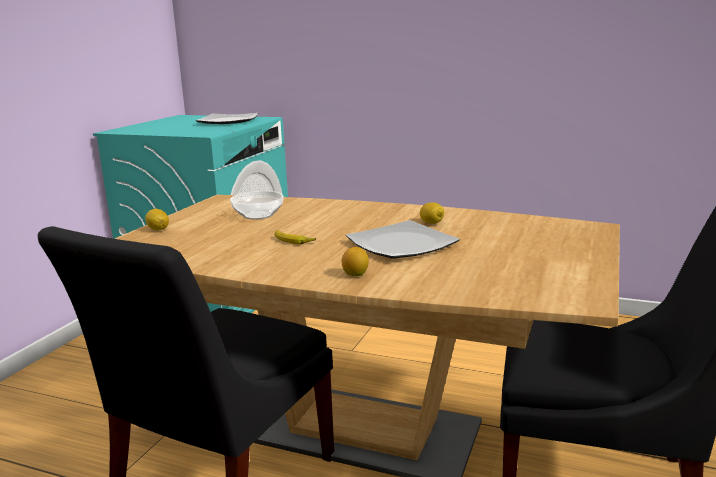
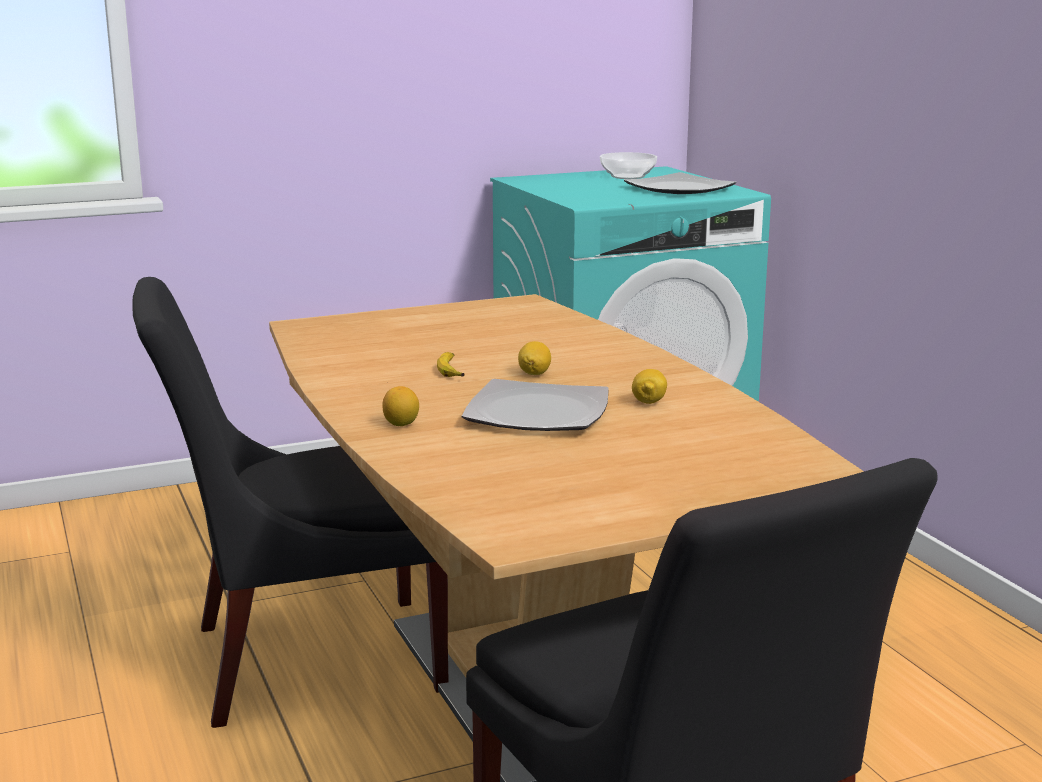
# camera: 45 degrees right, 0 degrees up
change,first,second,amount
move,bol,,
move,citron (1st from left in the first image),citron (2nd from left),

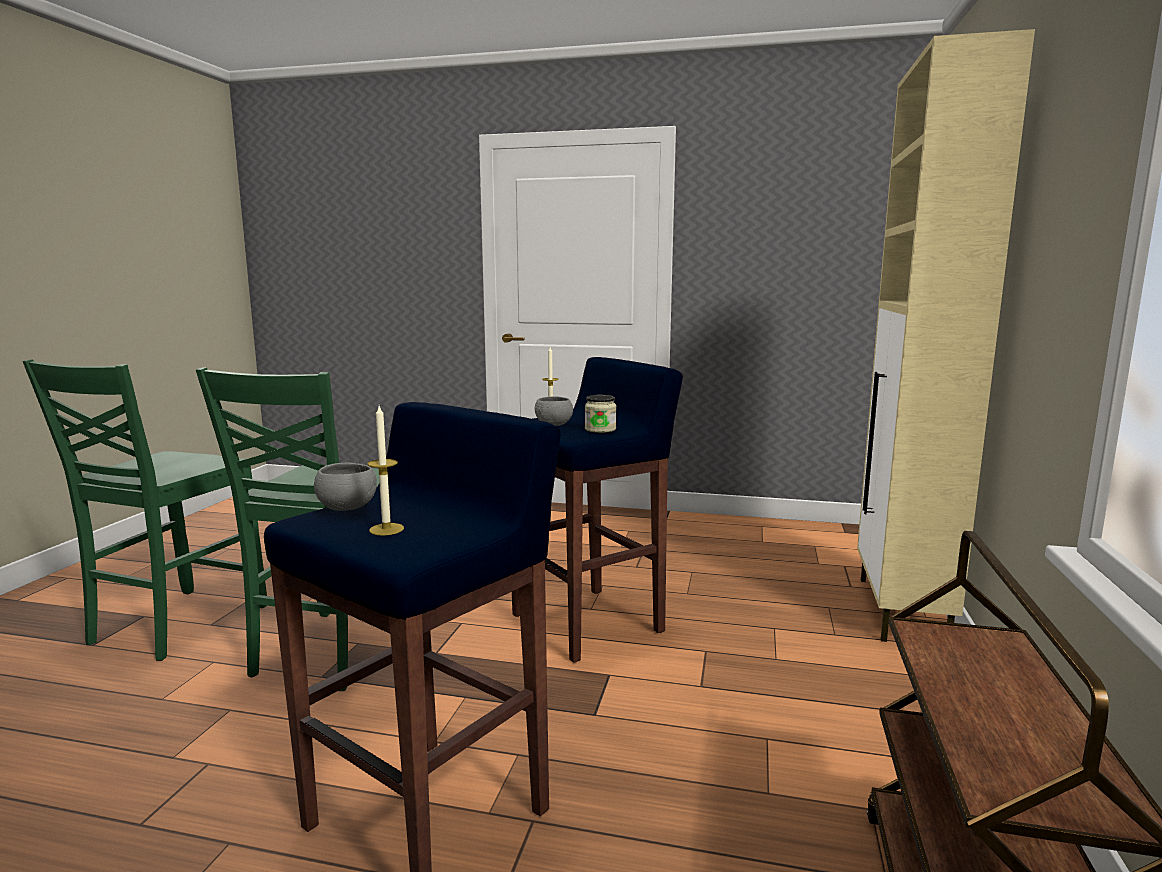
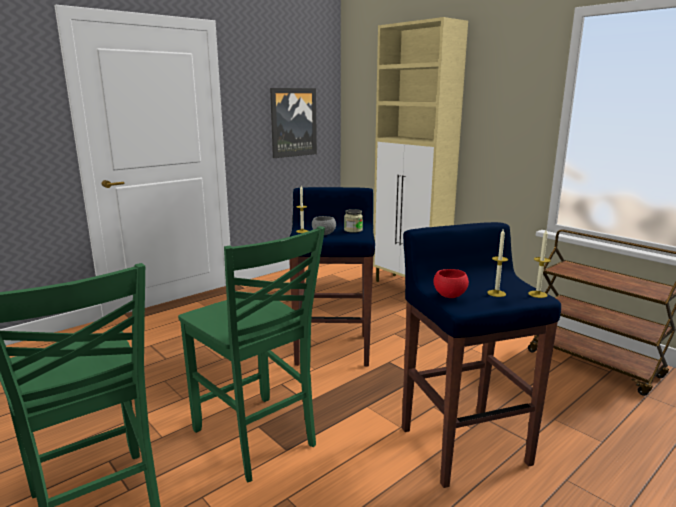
# camera: 55 degrees left, 5 degrees up
change,first,second,amount
recolor,bol [gris] (1st from left),bol [rouge],
insert,,tableau,
insert,,bougie (3rd from left),

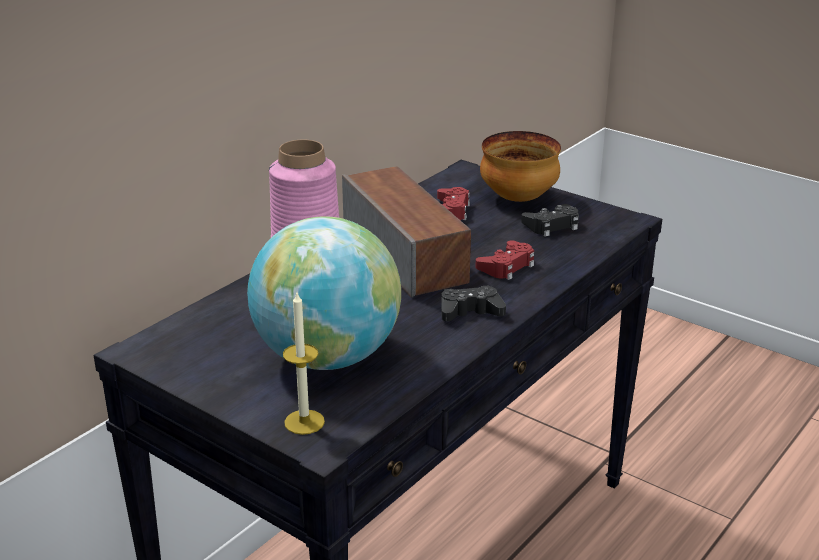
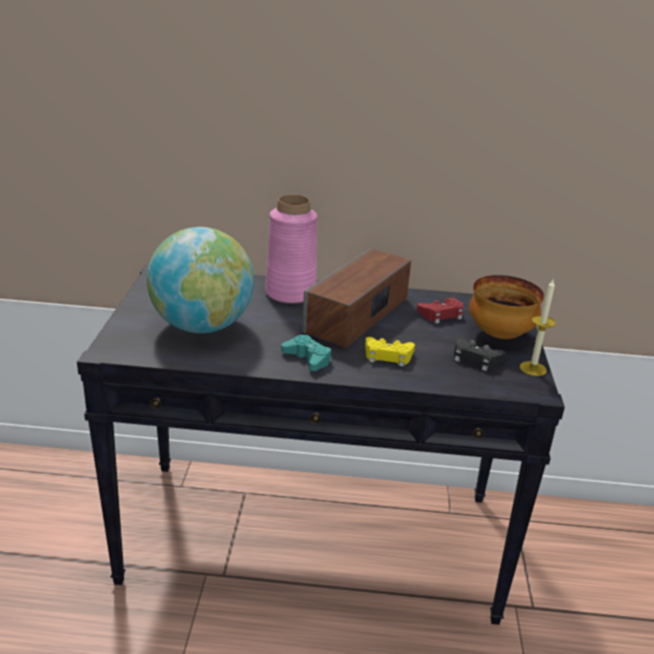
# camera: 55 degrees right, 0 degrees up
change,first,second,amount
recolor,manette [rouge] (2nd from left),manette [jaune],
recolor,manette [noir] (1st from left),manette [turquoise],
move,bougie,,

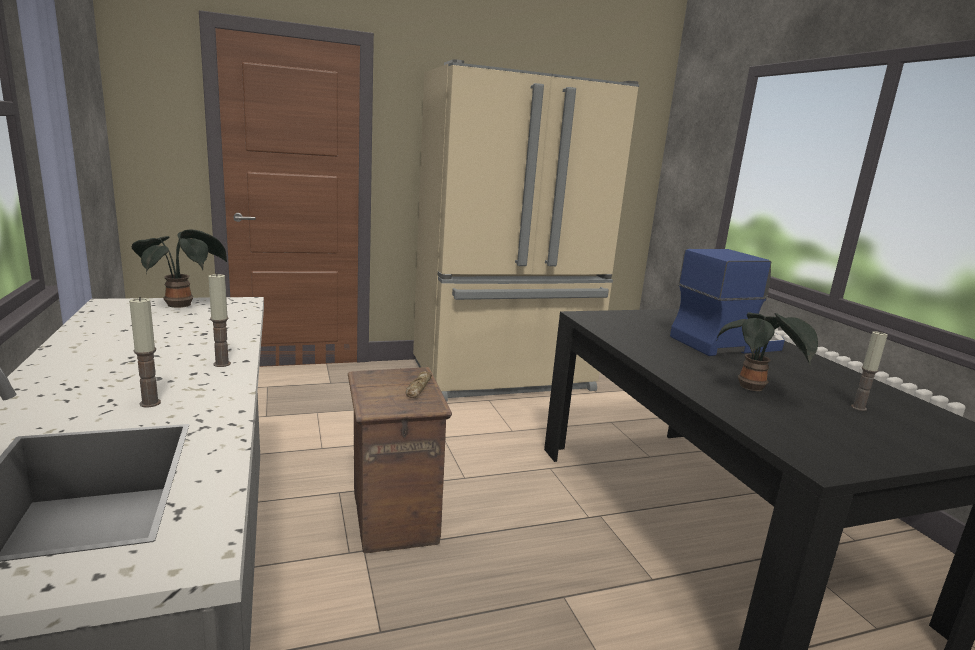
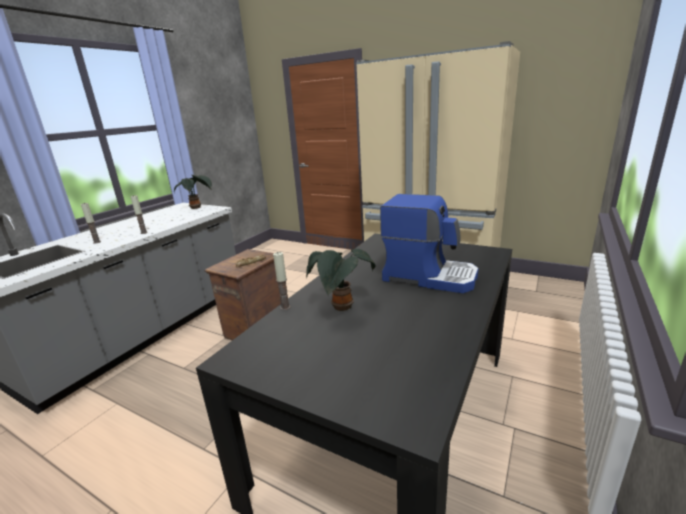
# camera: 50 degrees right, 5 degrees up
change,first,second,amount
move,bougie (3rd from left),,

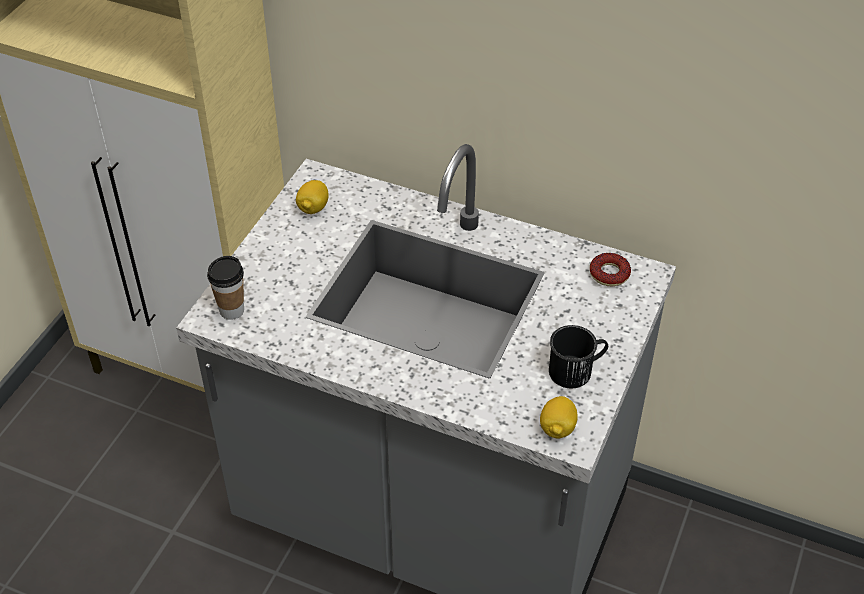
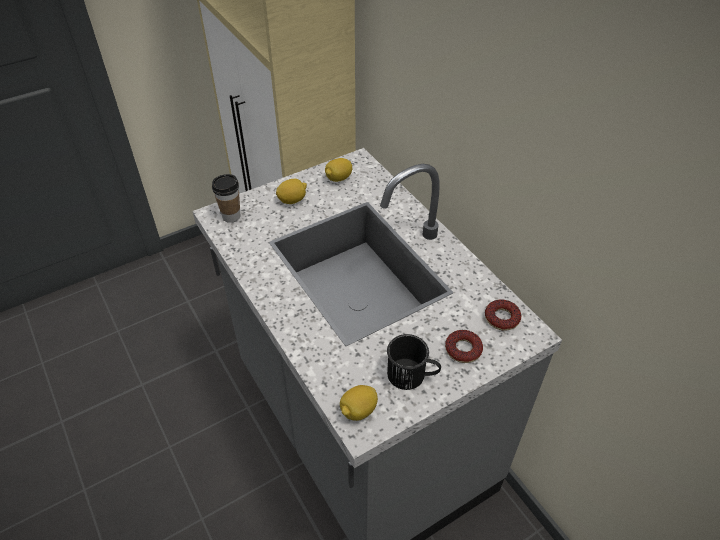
# camera: 35 degrees right, 0 degrees up
change,first,second,amount
insert,,citron (1st from left),
insert,,beignet (1st from left),

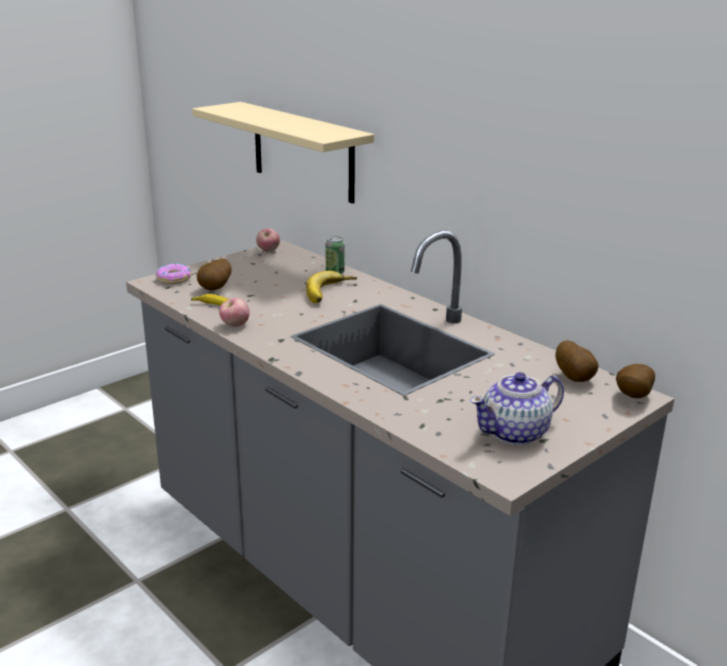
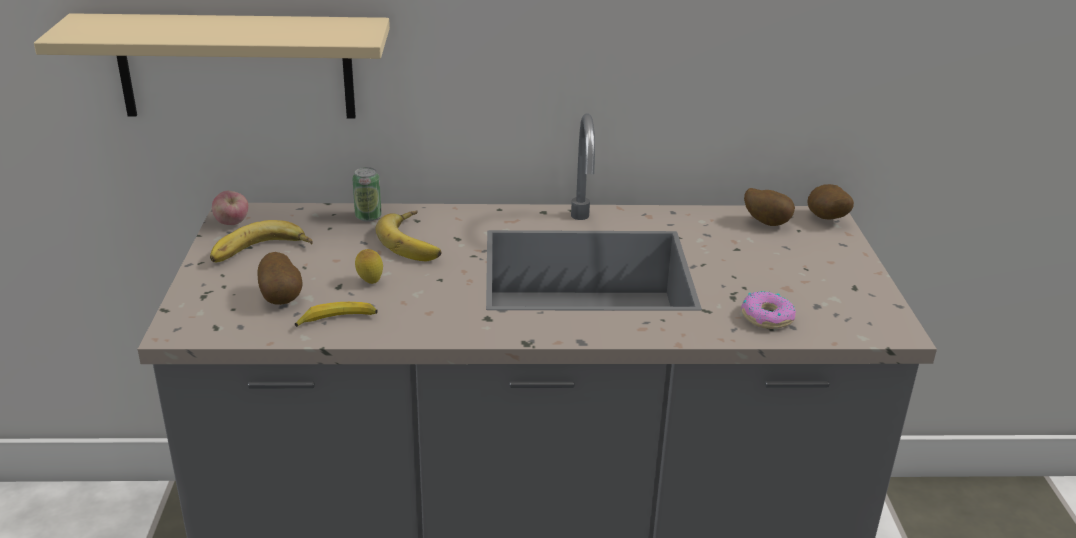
# camera: 50 degrees left, 5 degrees up
change,first,second,amount
move,beignet,,
delete,pomme (1st from left),,
delete,théière,,
insert,,banane (1st from left),
insert,,citron,

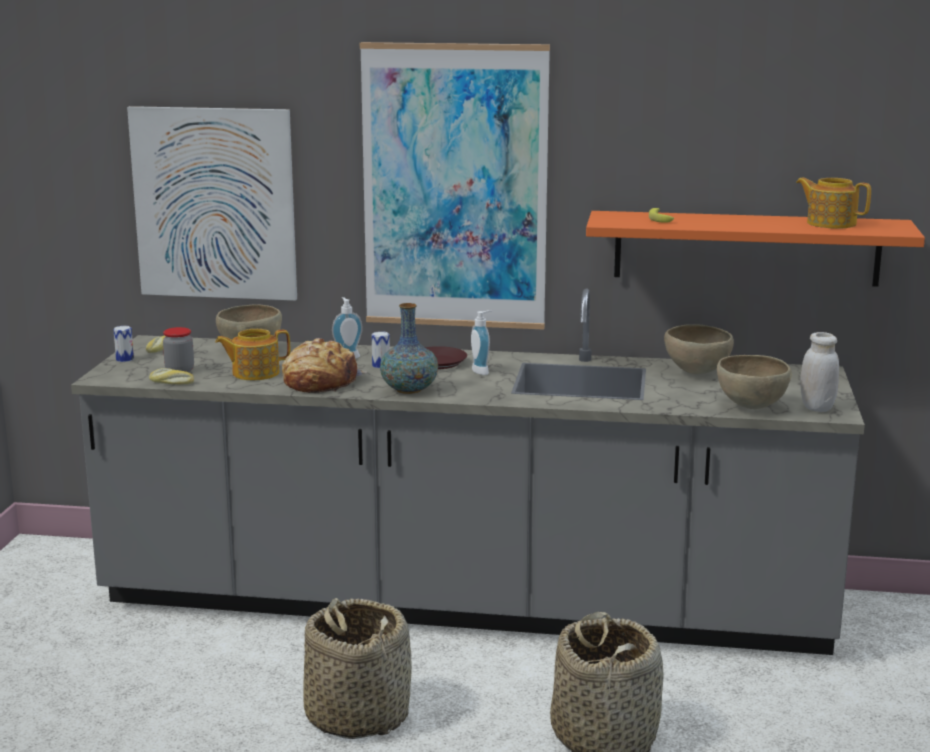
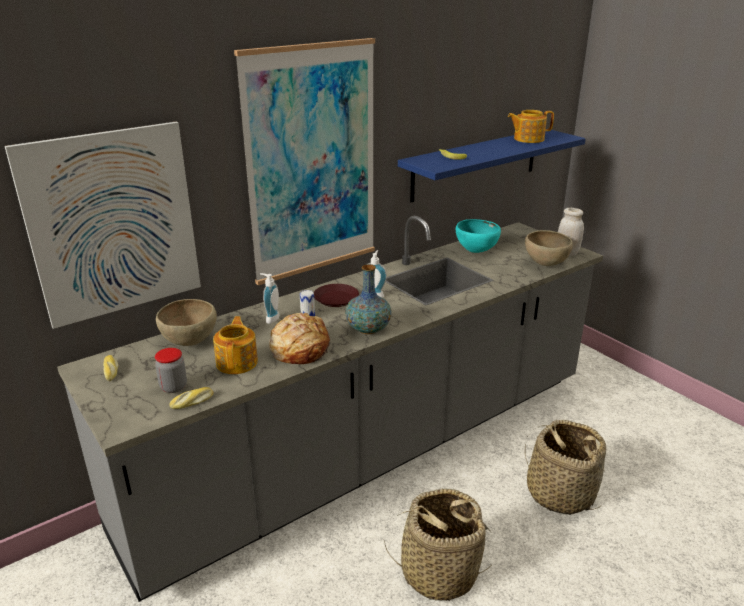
# camera: 45 degrees left, 10 degrees up
change,first,second,amount
recolor,étagère [orange],étagère [bleu],
recolor,bol [marron] (2nd from left),bol [turquoise],
delete,boîte métallique (1st from left),,
rotate,théière (1st from left),,150 degrees clockwise

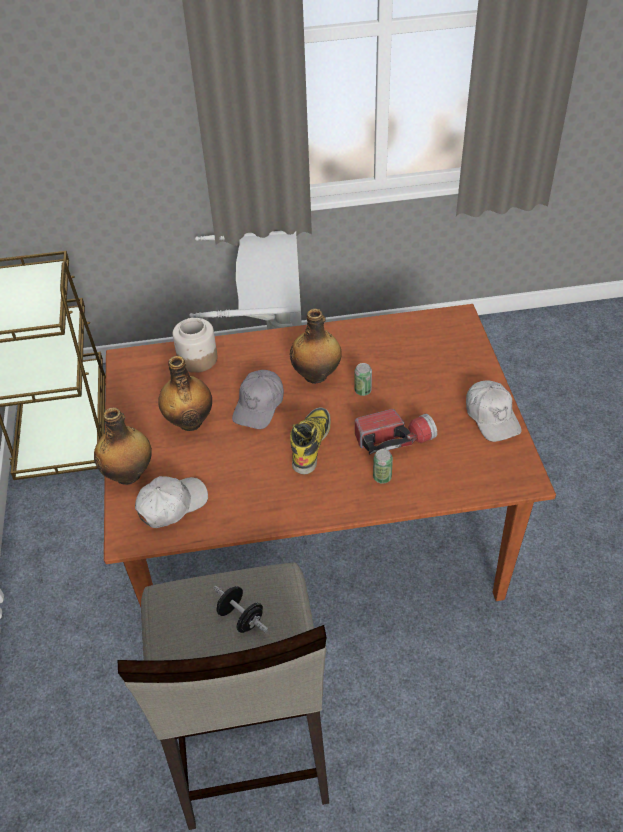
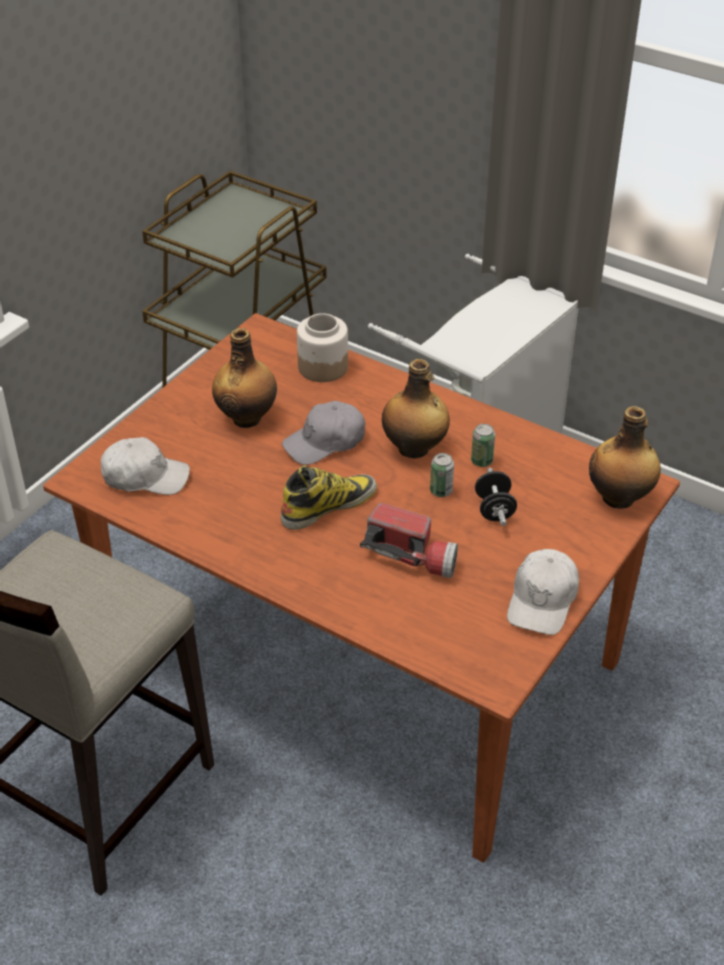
# camera: 40 degrees right, 5 degrees down
change,first,second,amount
move,bouteille (1st from left in the first image),bouteille (3rd from left),
move,boîte métallique (2nd from left),,
move,haltère [noir],,

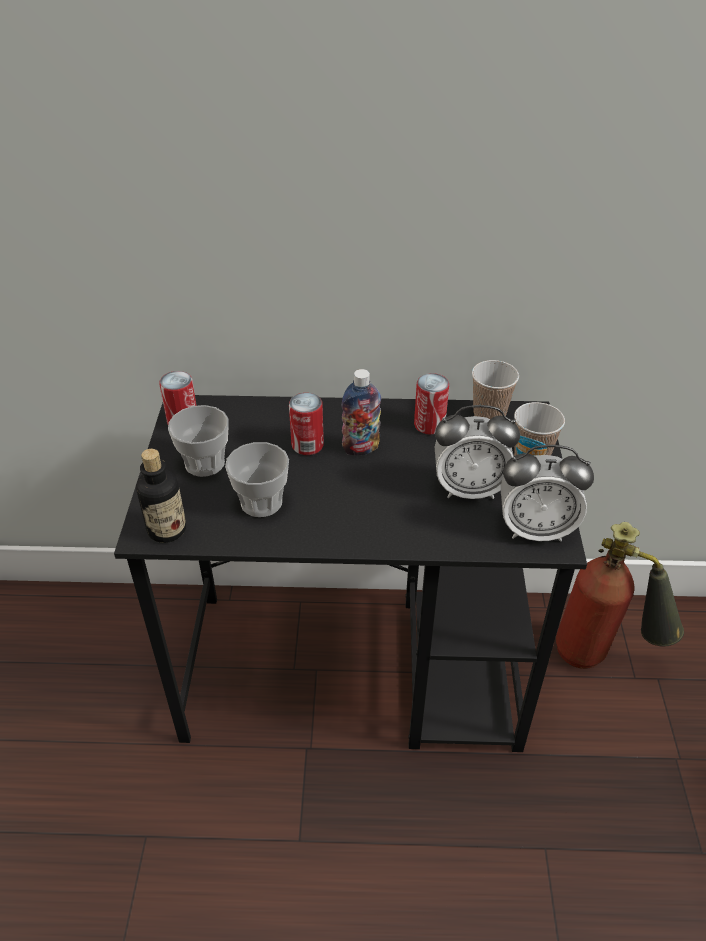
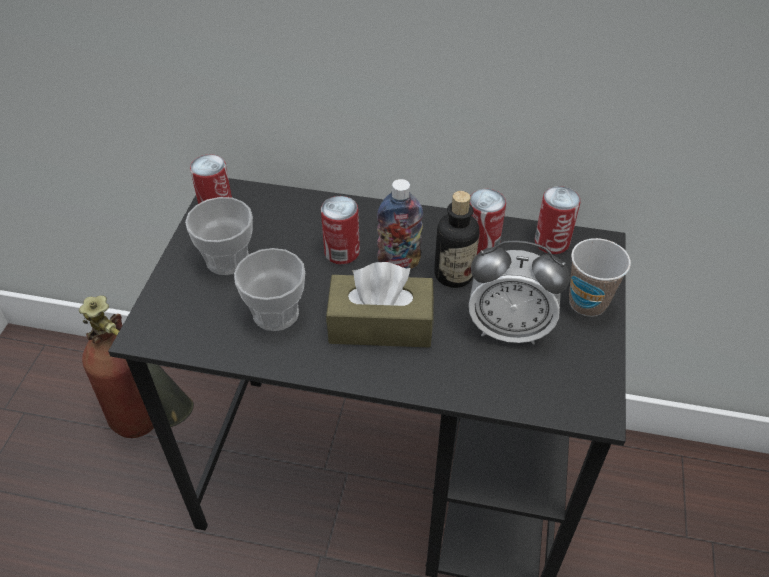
# camera: 10 degrees right, 5 degrees up
change,first,second,amount
replace,tasse (3rd from left),boîte métallique (4th from left),
delete,réveil (2nd from left),,
move,bouteille (1st from left in the first image),bouteille (2nd from left),
move,extincteur,,
insert,,boîte à mouchoirs [marron],

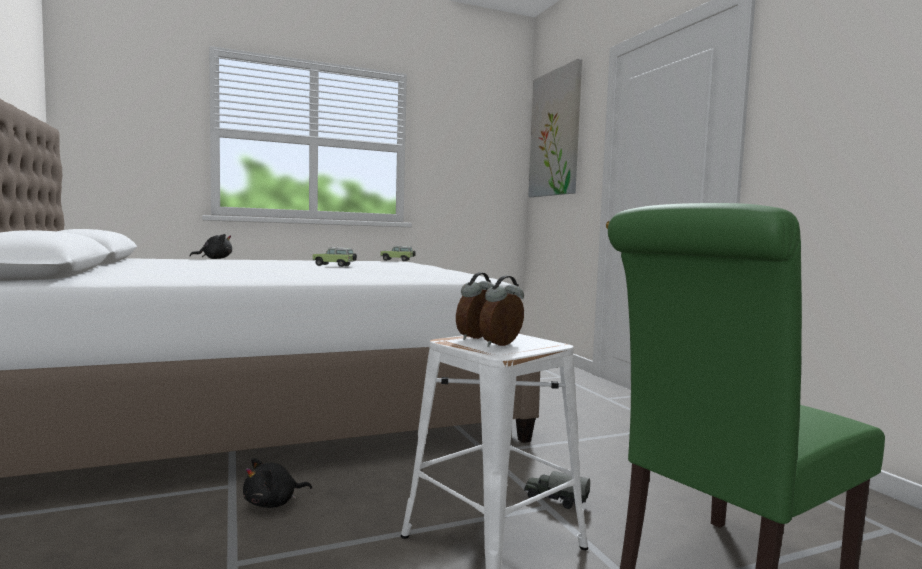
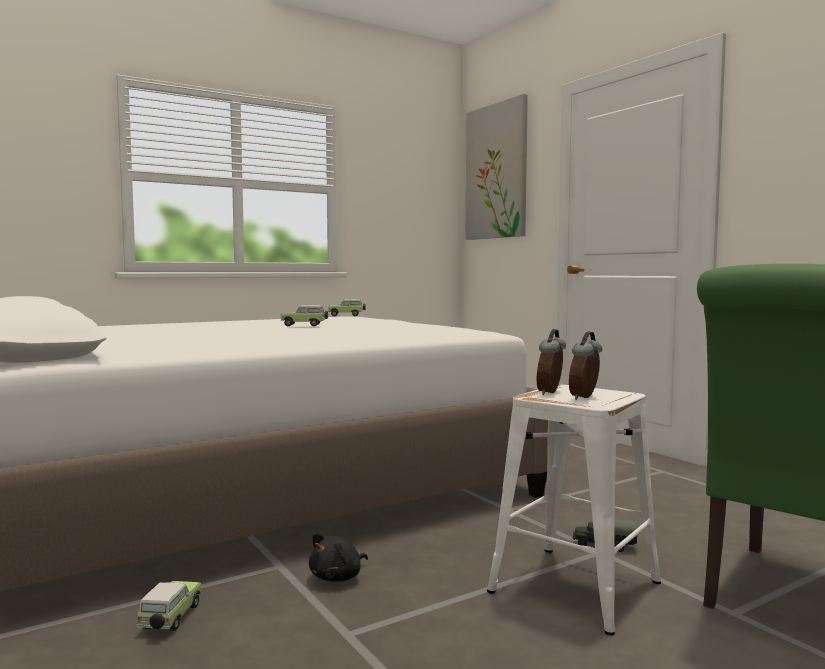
# camera: 10 degrees left, 0 degrees up
change,first,second,amount
delete,peluche [noir] (1st from left),,
insert,,petite voiture (1st from left),

